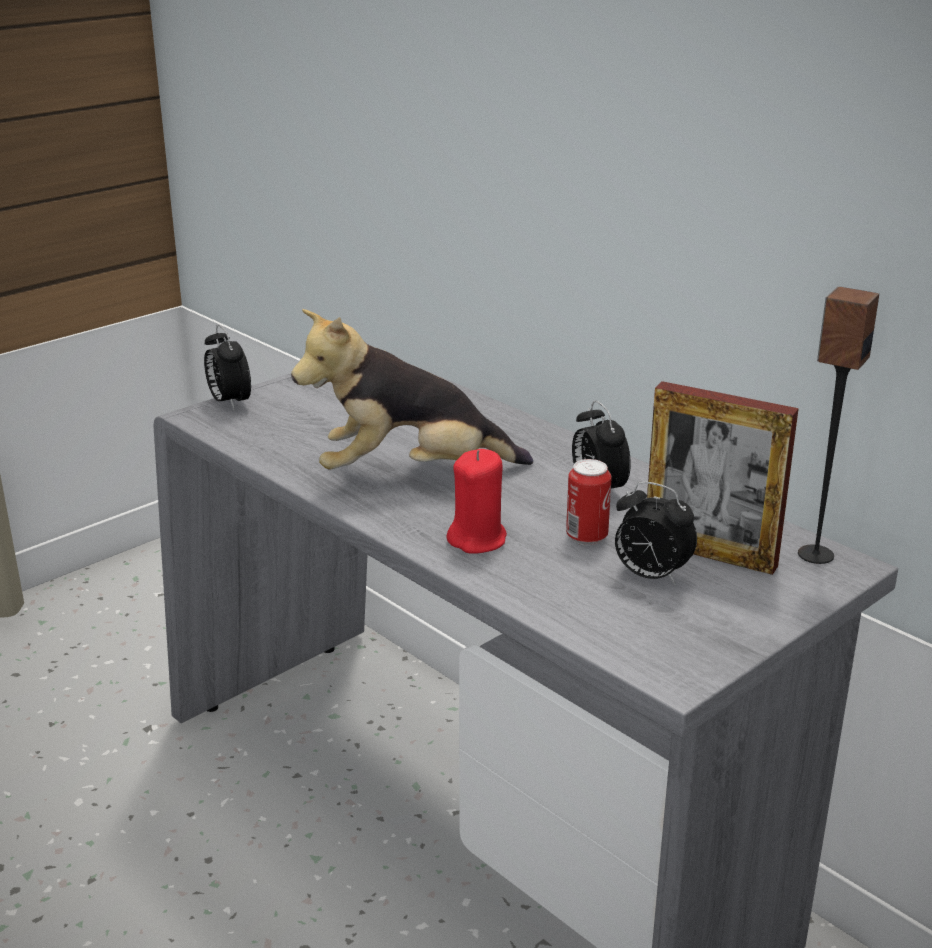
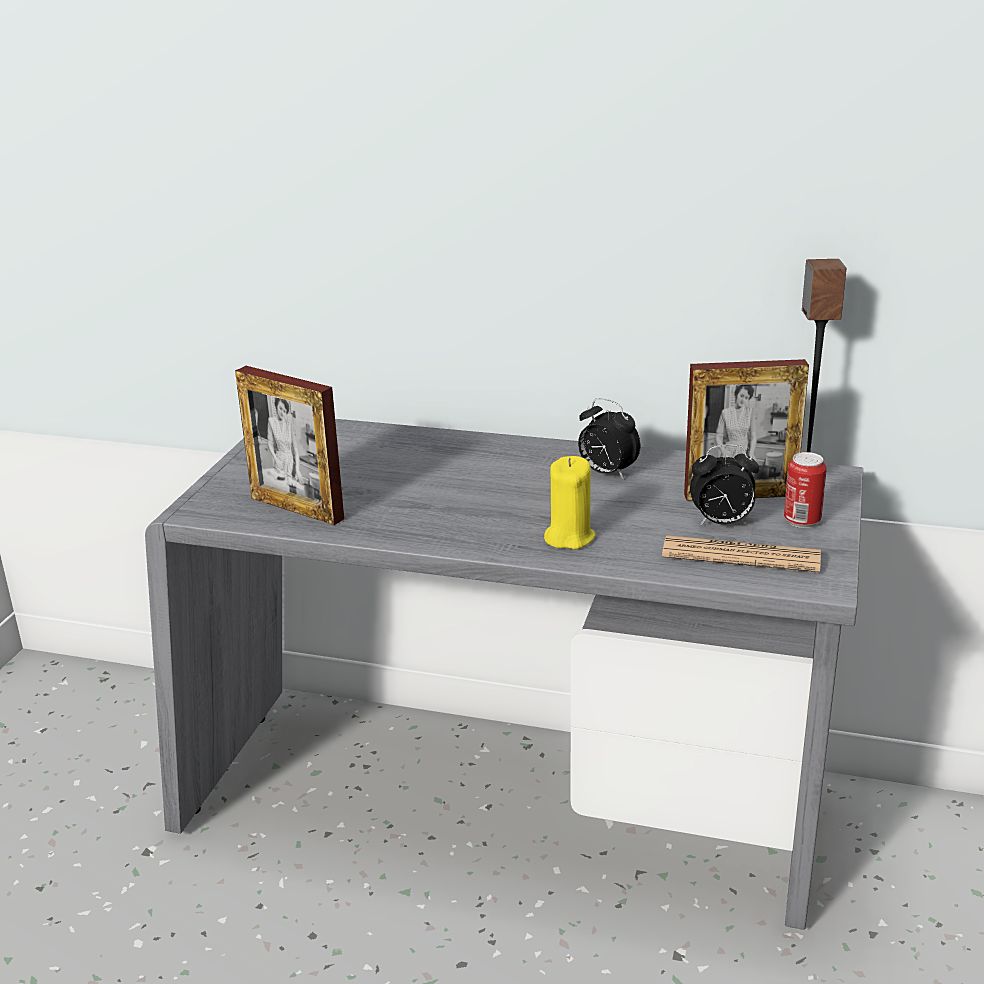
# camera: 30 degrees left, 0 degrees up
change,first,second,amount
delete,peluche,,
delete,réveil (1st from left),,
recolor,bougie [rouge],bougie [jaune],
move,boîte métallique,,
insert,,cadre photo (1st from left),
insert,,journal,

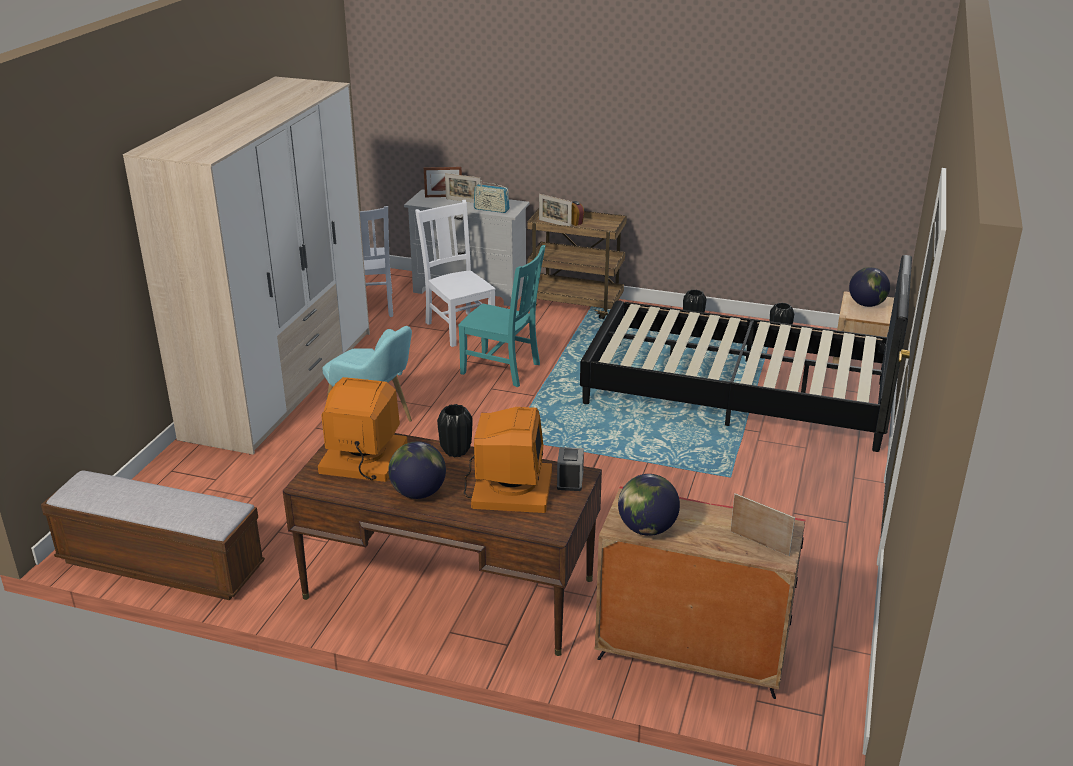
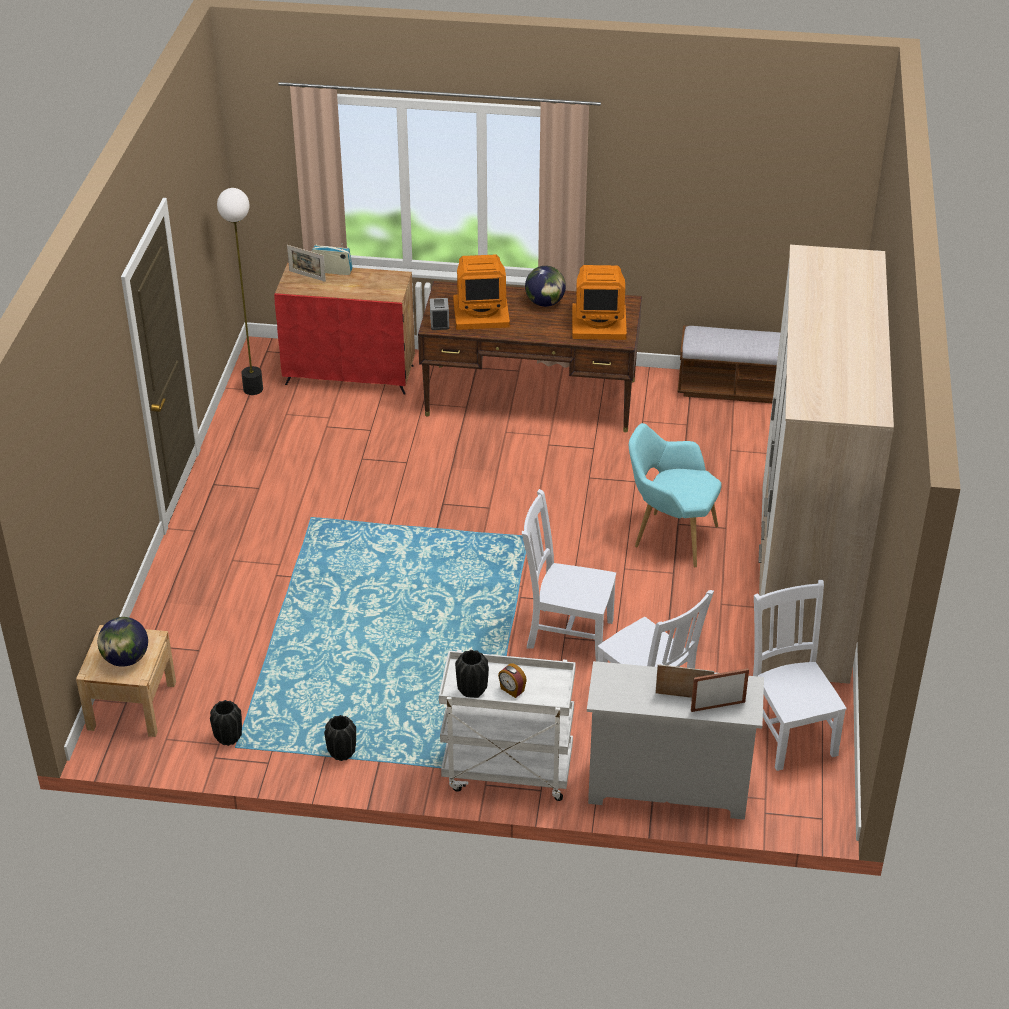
# camera: 170 degrees right, 10 degrees up
change,first,second,amount
move,radio,,
delete,cadre photo (3rd from left),,
recolor,chariot [marron],chariot [blanc],
recolor,chaise [turquoise],chaise [blanc] (1st from left),
delete,lit [noir],,
move,vase [noir] (1st from left in the first image),vase [noir] (3rd from left),
rotate,écran d'ordinateur (2nd from left in the first image),écran d'ordinateur (1st from left),90 degrees counterclockwise
delete,globe (2nd from left),,
insert,,lampadaire,

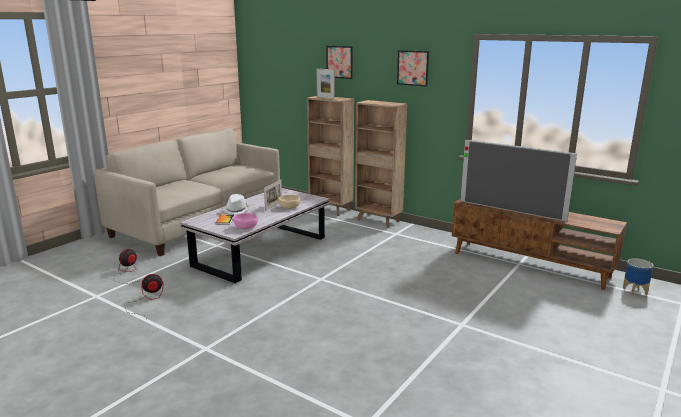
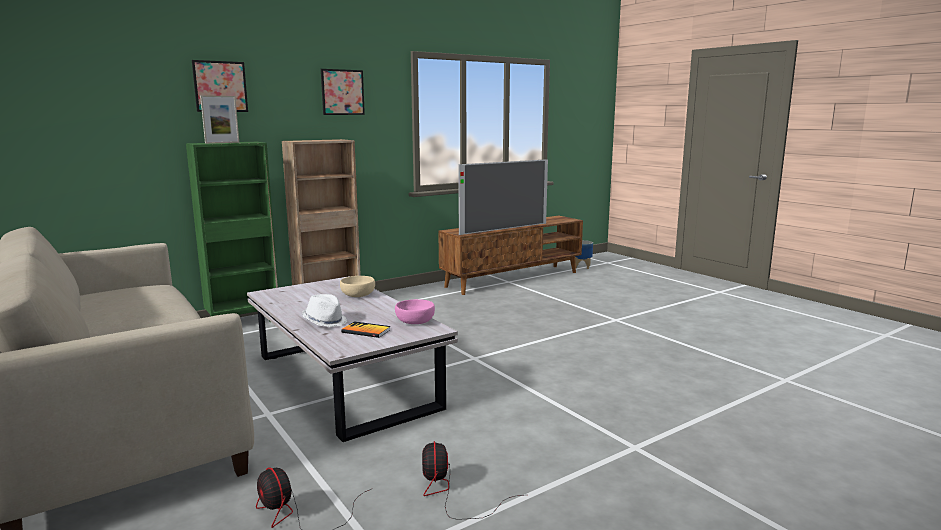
# camera: 70 degrees left, 5 degrees down
change,first,second,amount
recolor,bibliothèque [marron] (1st from left),bibliothèque [vert],
delete,cadre photo (1st from left),,

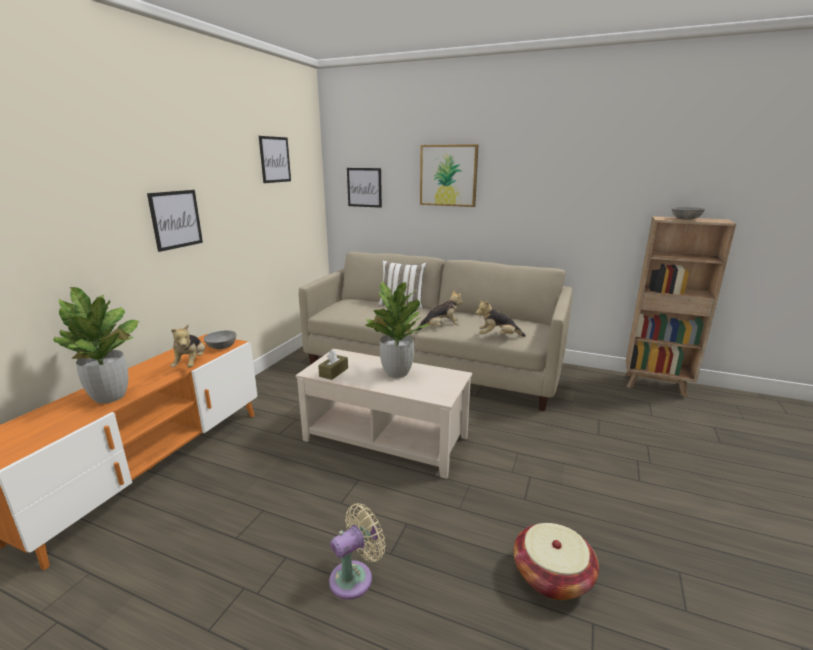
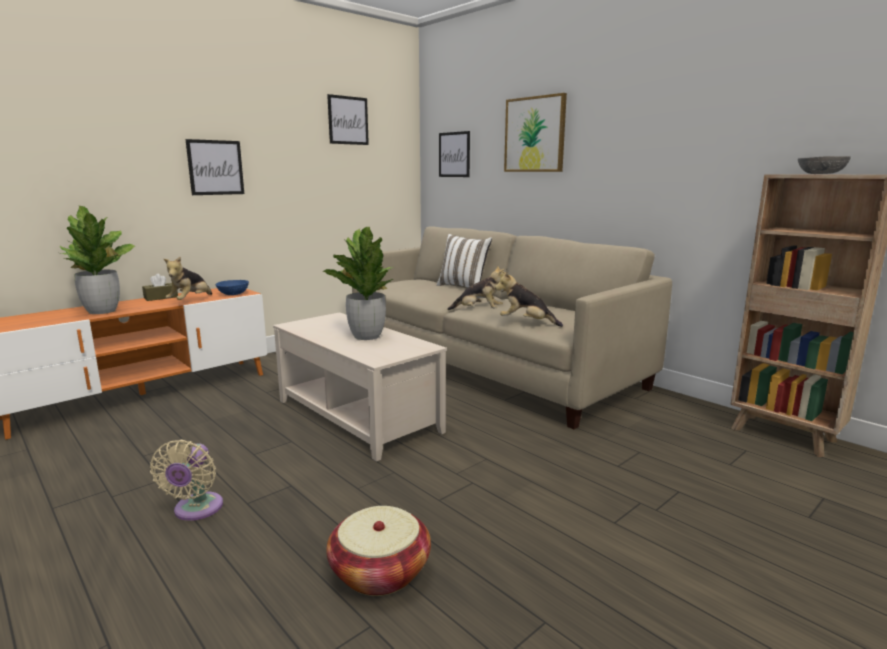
# camera: 25 degrees right, 5 degrees down
change,first,second,amount
recolor,bol [gris] (1st from left),bol [bleu],
move,boîte à mouchoirs [marron],,
rotate,ventilateur [beige],,105 degrees clockwise

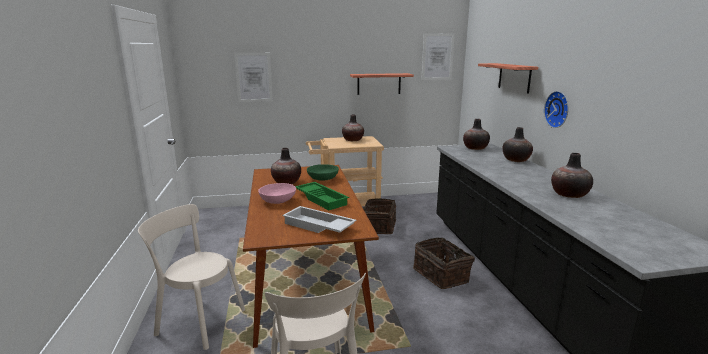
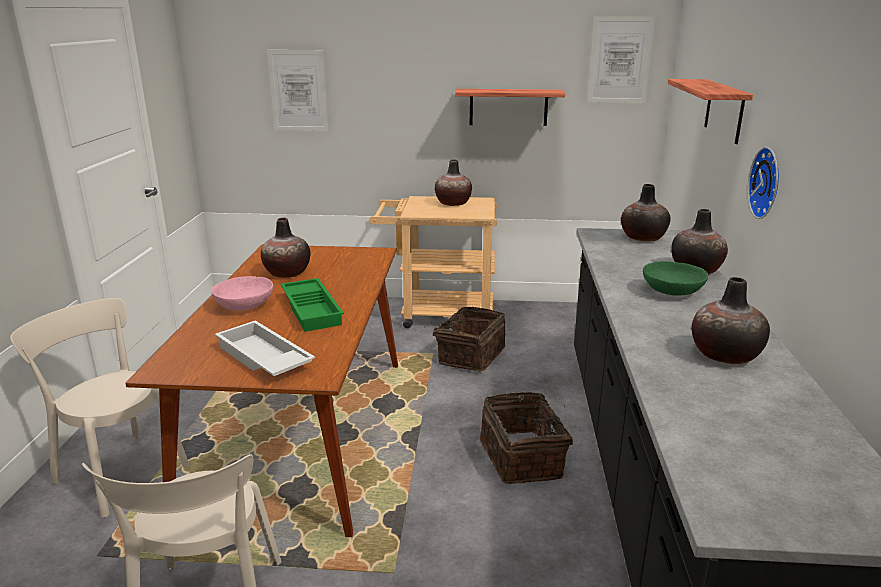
# camera: 15 degrees right, 5 degrees up
change,first,second,amount
move,bol [vert],,

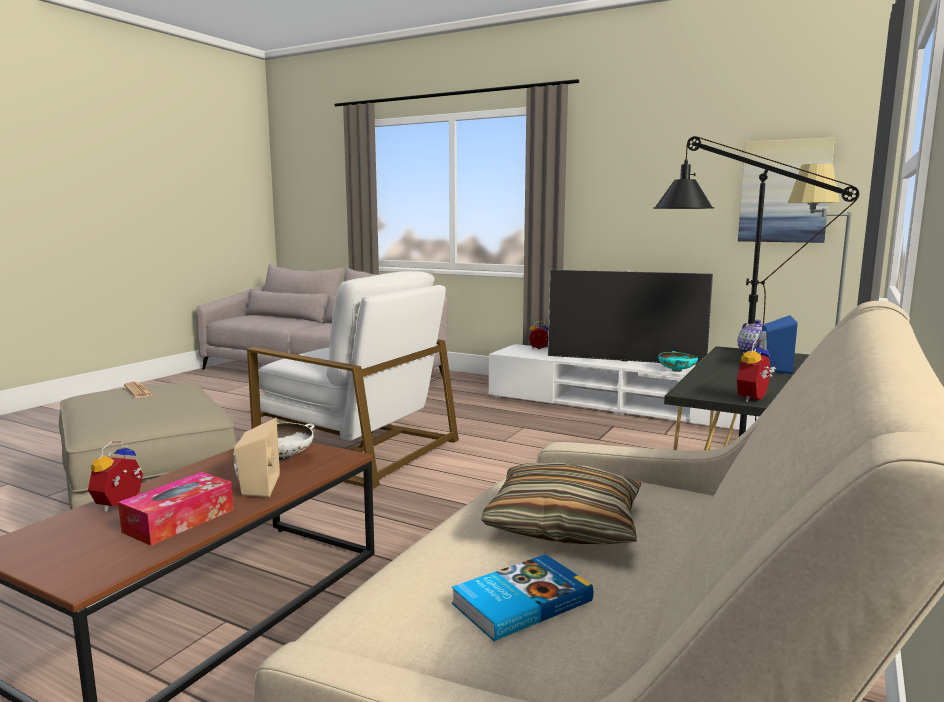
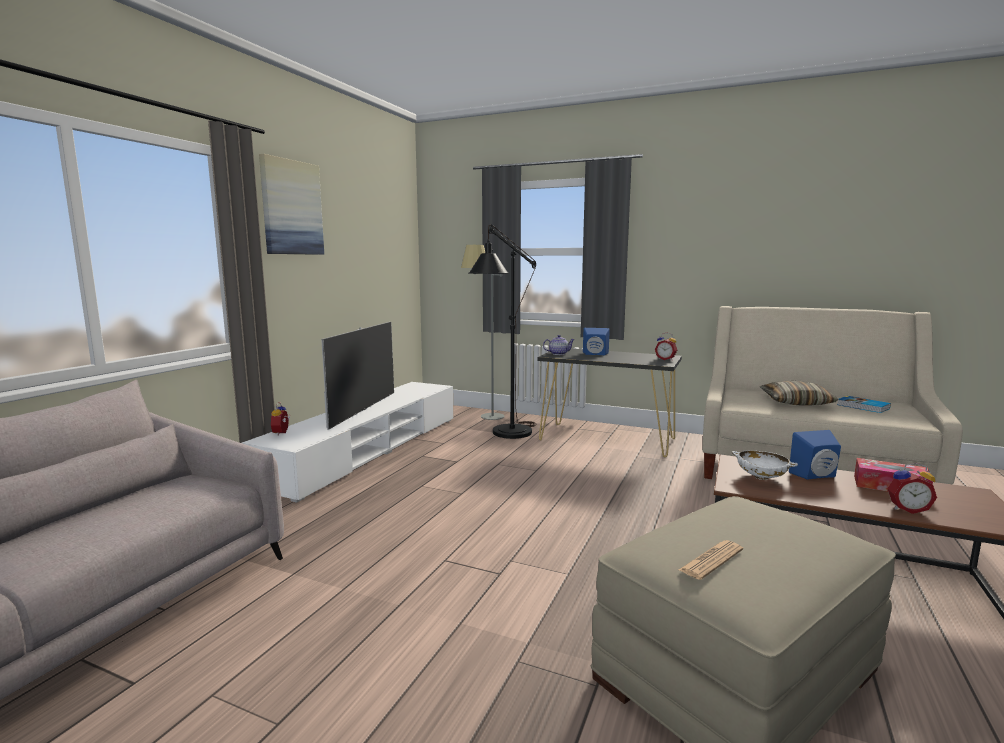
# camera: 95 degrees left, 0 degrees up
change,first,second,amount
move,tableau,,
delete,fauteuil [blanc],,
delete,bol [turquoise],,
recolor,enceinte [beige],enceinte [bleu] (2nd from left),

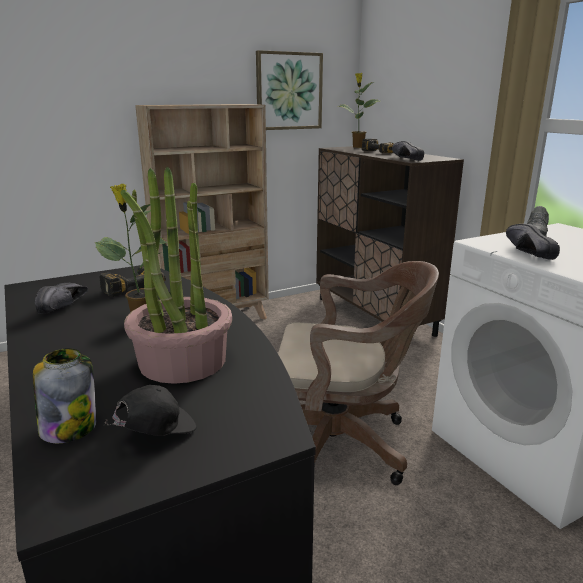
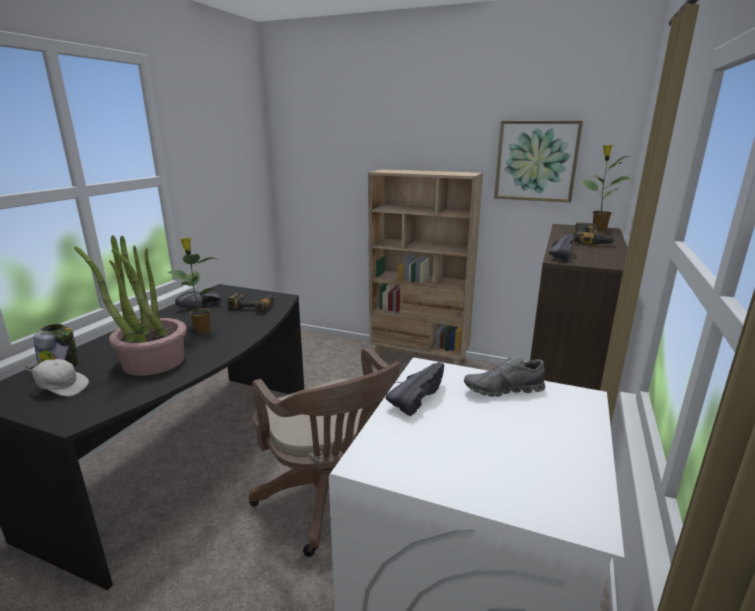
# camera: 50 degrees right, 0 degrees up
change,first,second,amount
recolor,casquette [noir],casquette [blanc],

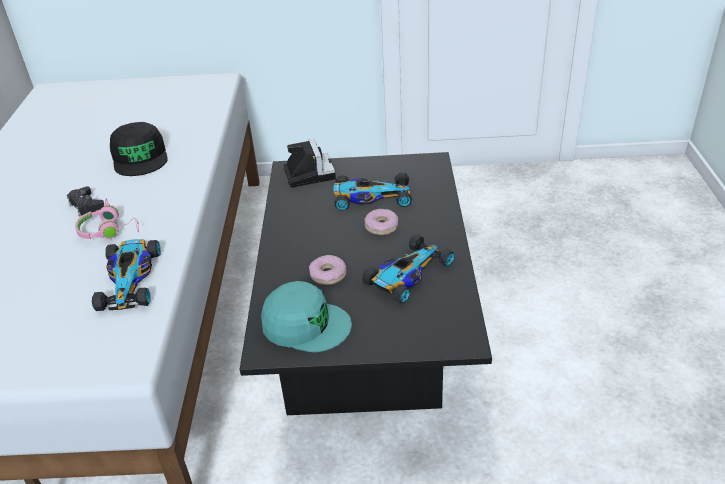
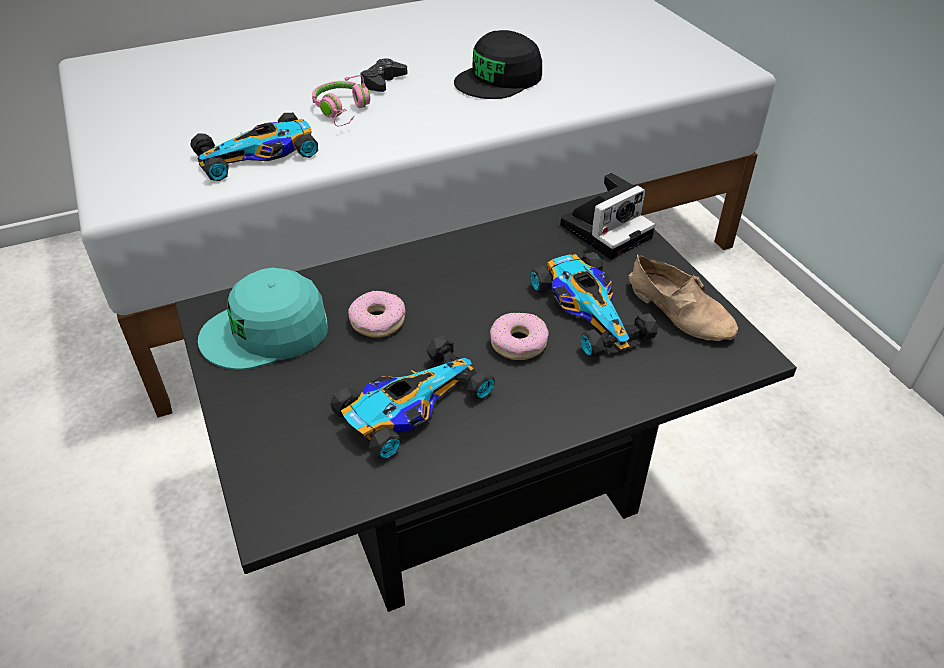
# camera: 65 degrees right, 5 degrees up
change,first,second,amount
rotate,petite voiture (3rd from left in the first image),petite voiture (2nd from left),60 degrees counterclockwise
rotate,casquette [turquoise],,75 degrees clockwise
insert,,chaussure [beige],

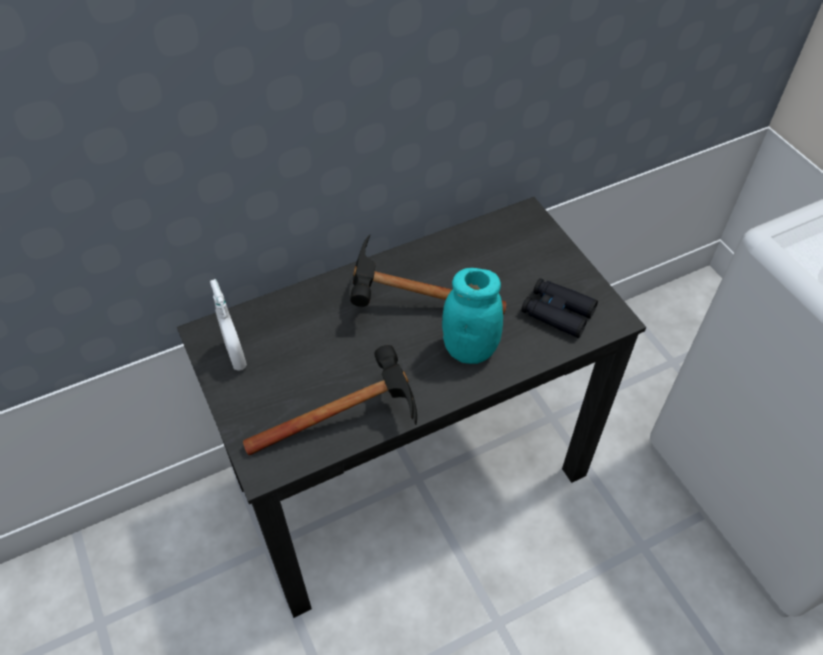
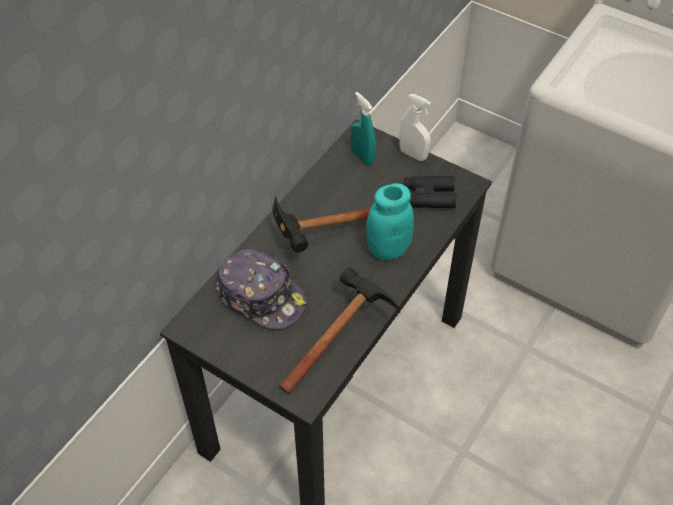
# camera: 30 degrees left, 0 degrees up
change,first,second,amount
move,vaporisateur [blanc],,
insert,,vaporisateur [turquoise],
insert,,casquette,

